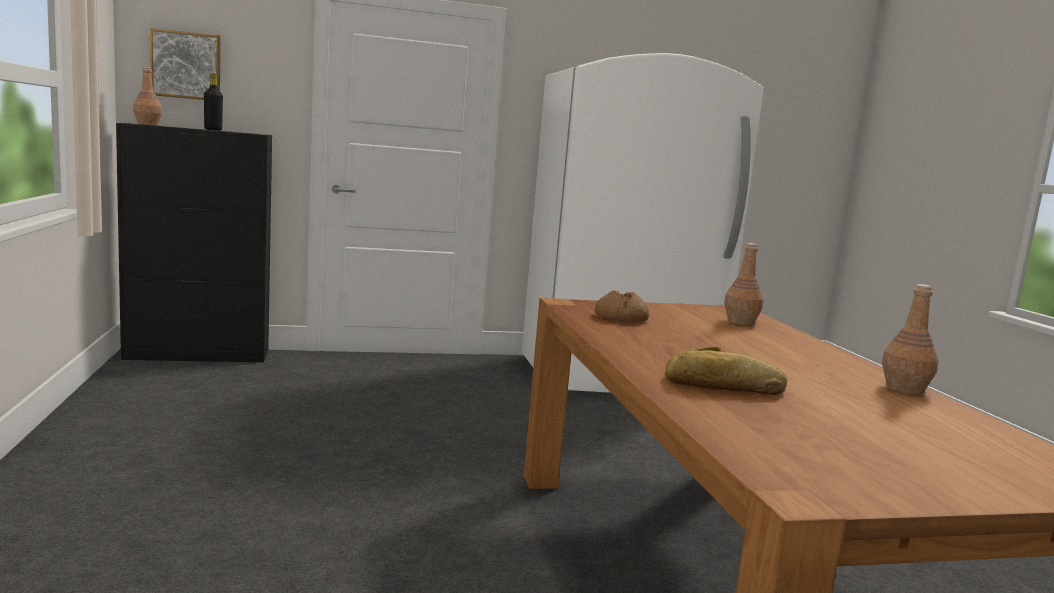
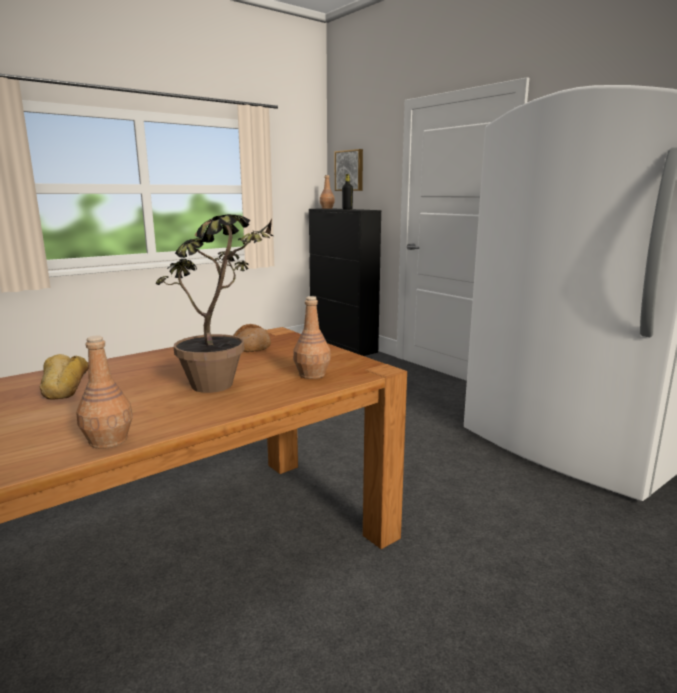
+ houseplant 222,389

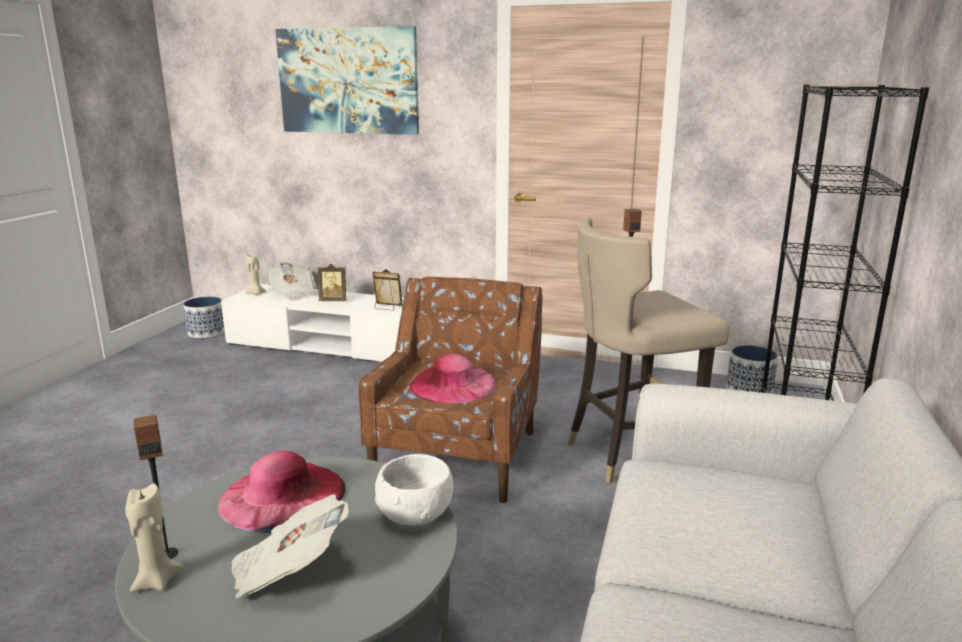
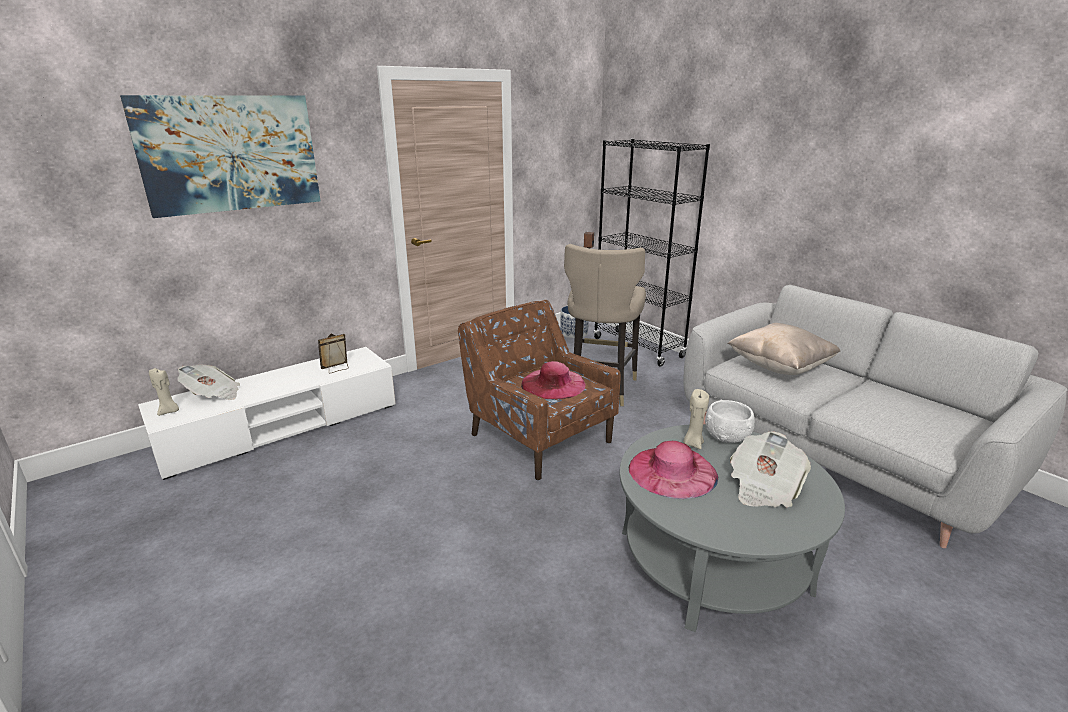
~ sand-coloured wax light 156,581 to 693,444
- speaker 168,554
- flower pot 207,332
- standing frame 334,301
+ sand-coloured throw pillow 779,367

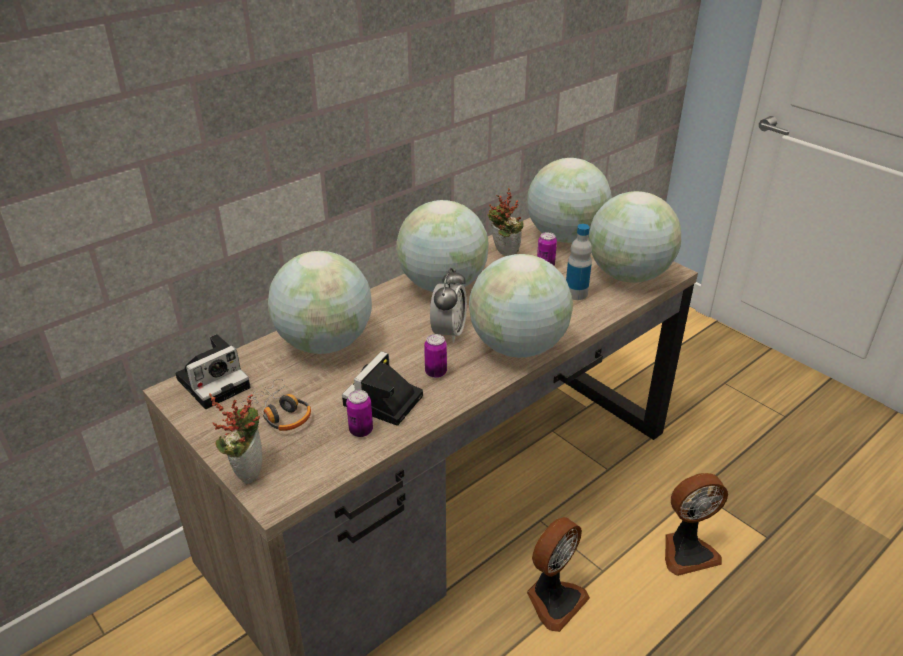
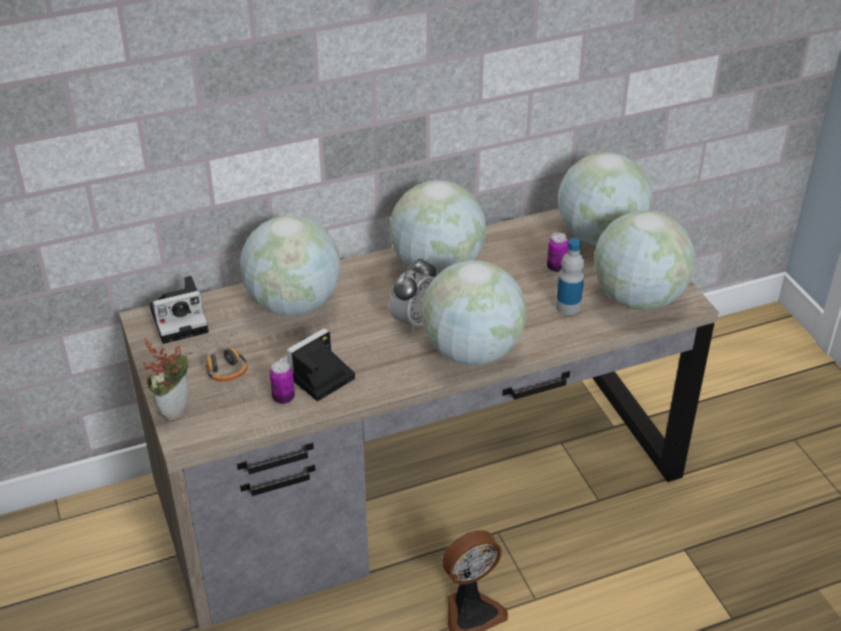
- sealed can 436,372
- houseplant 502,253
- fan 687,551

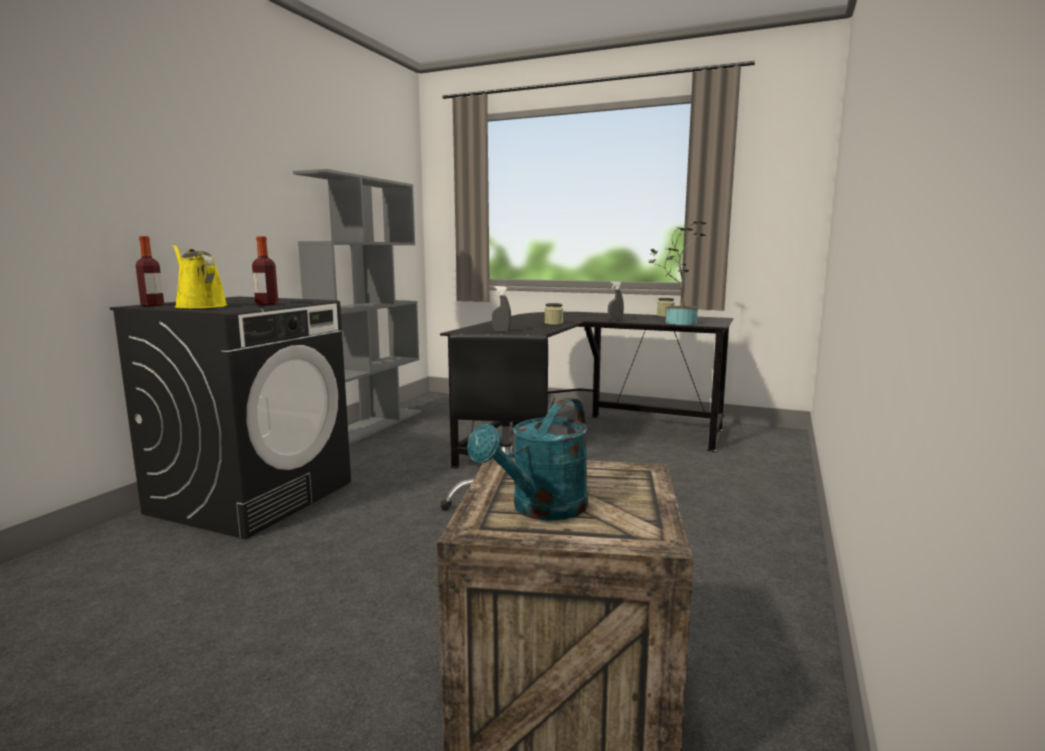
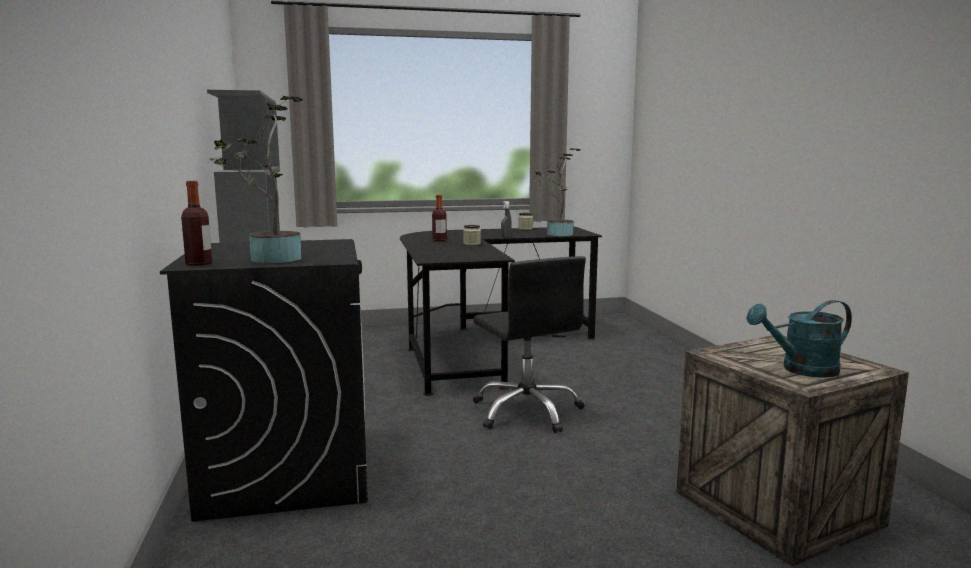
~ yellow watering pot 199,306 to houseplant 270,259
~ bottle 267,304 to 439,240
~ blue-green watering pot 541,510 = 801,370 75 degrees clockwise
- grey sprayer 501,331

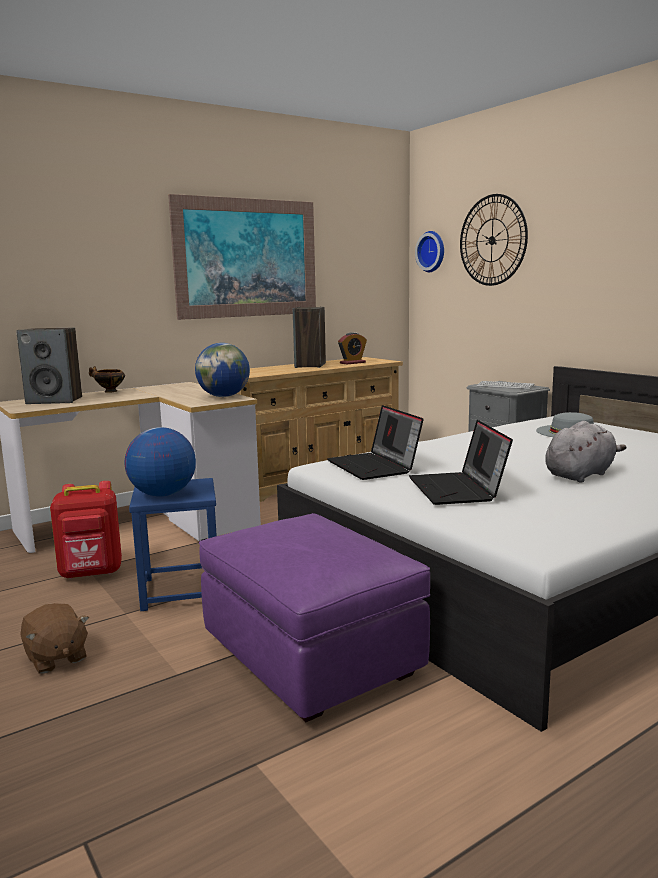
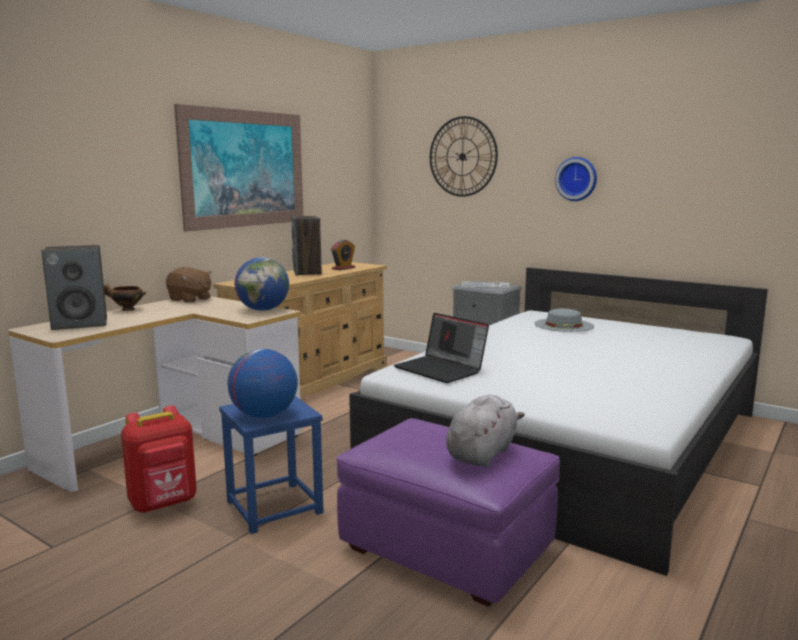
~ brownish soft toy 56,658 to 190,299
- laptop 458,490
~ hanging clock 432,251 to 577,179
~ grey soft toy 580,475 to 482,453

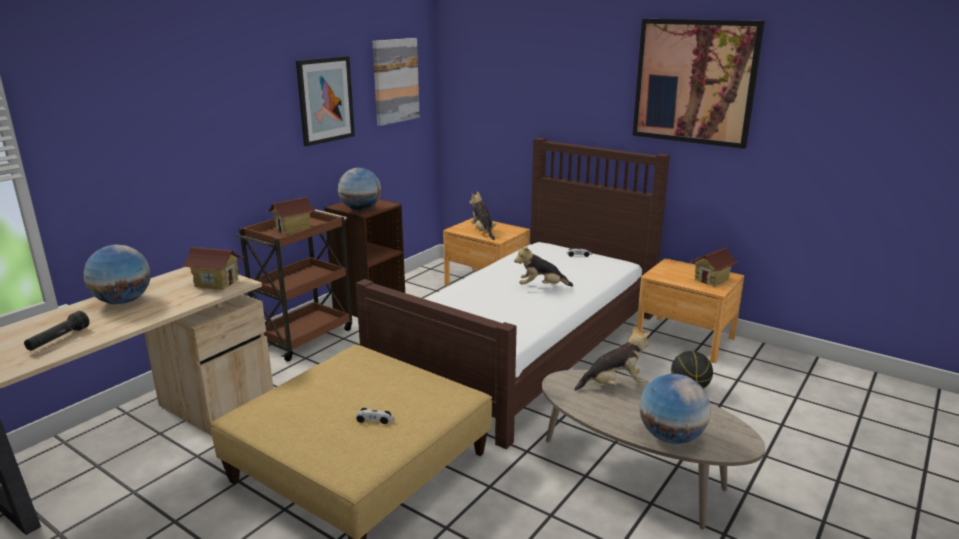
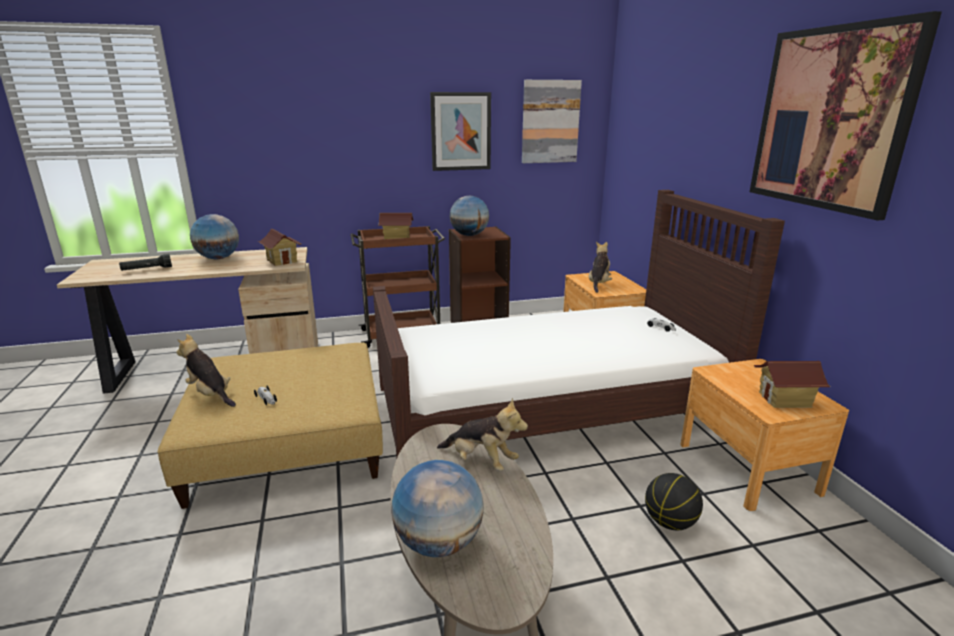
~ soft toy 541,287 to 210,394

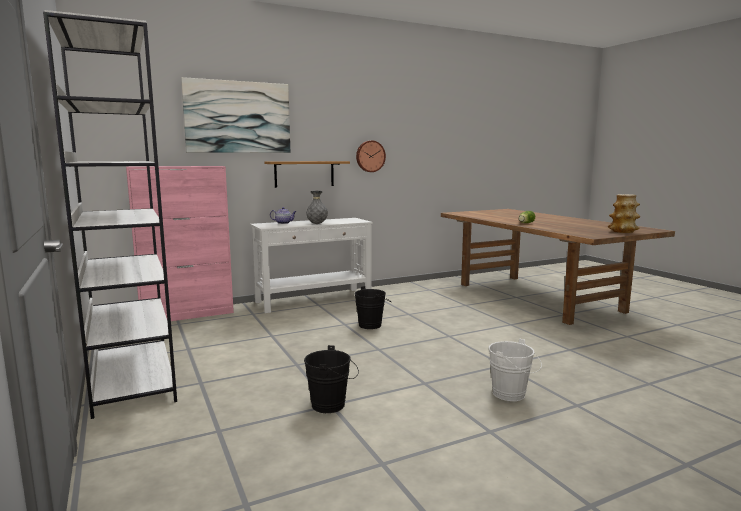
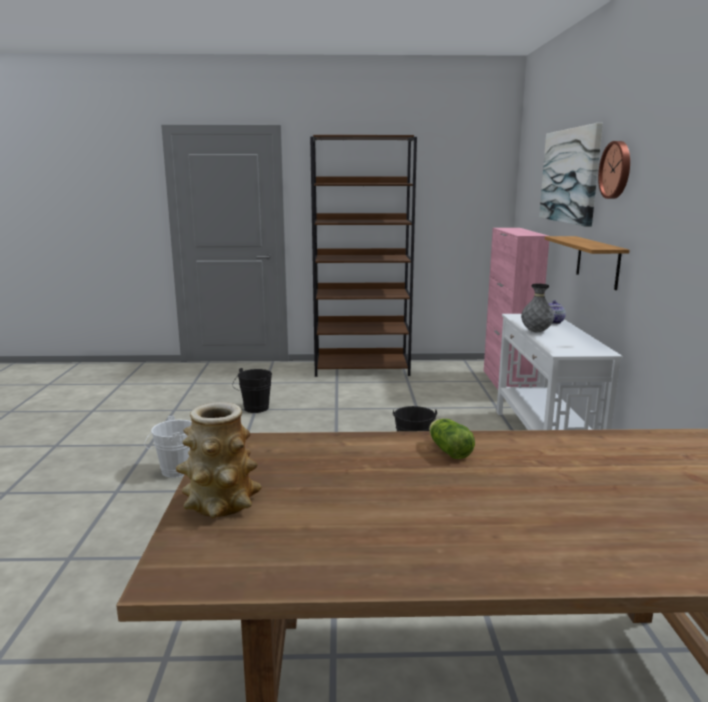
~ white shelving unit 132,379 to brownish shelving unit 362,368
~ hanging clock 370,156 to 617,170

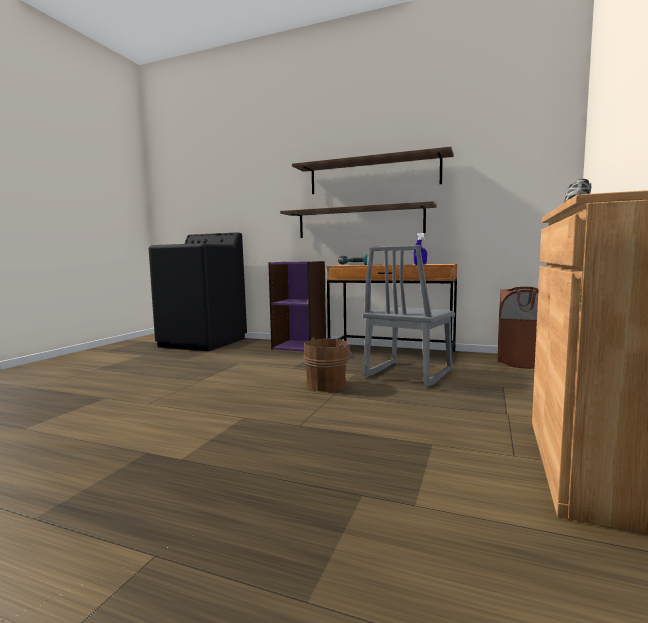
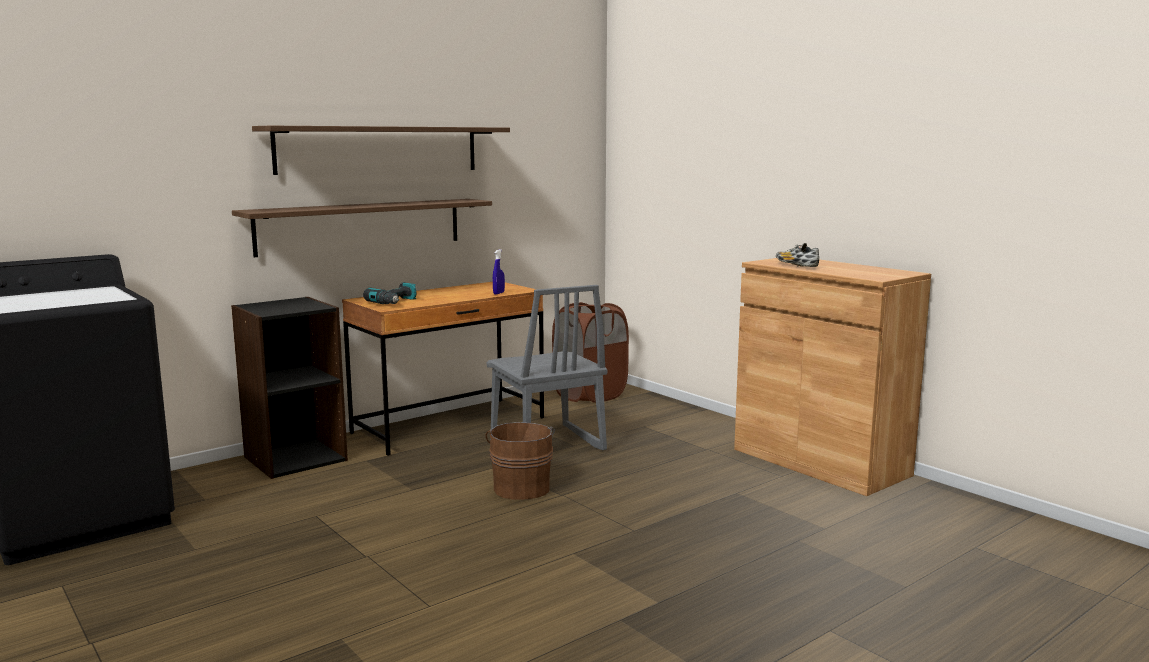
~ purple-coloured shelving unit 299,346 to black shelving unit 295,458

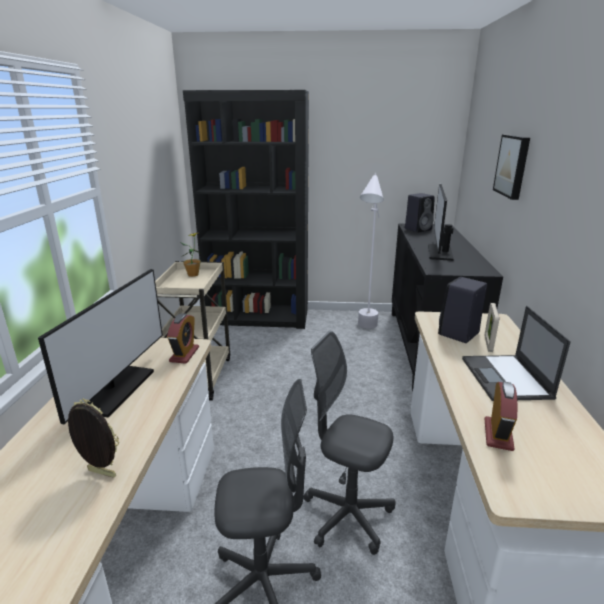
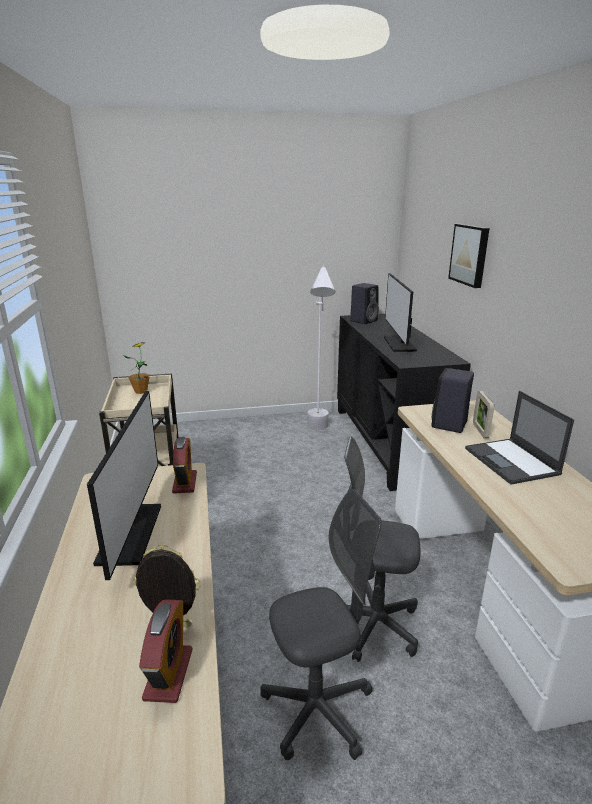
- black shelving unit 258,317
~ alarm clock 498,434 to 168,674

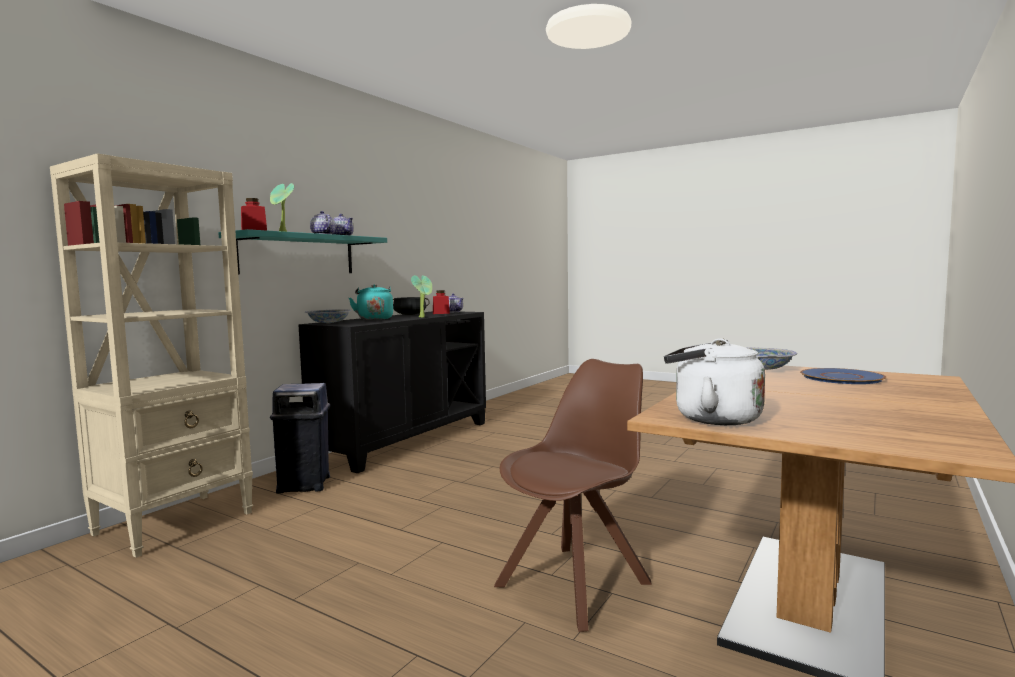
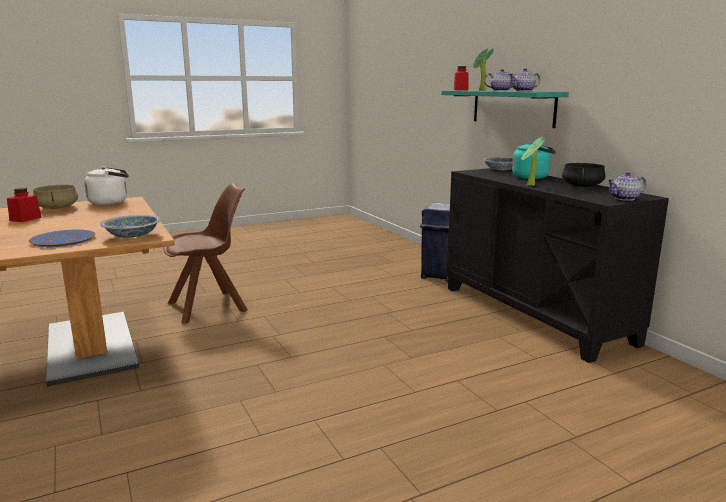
- sand-coloured shelving unit 176,523
~ red-coloured storage jar 441,313 to 25,219
~ brownish plain chair 576,583 = 210,307 105 degrees counterclockwise
+ sand-coloured cooking pot 56,208

